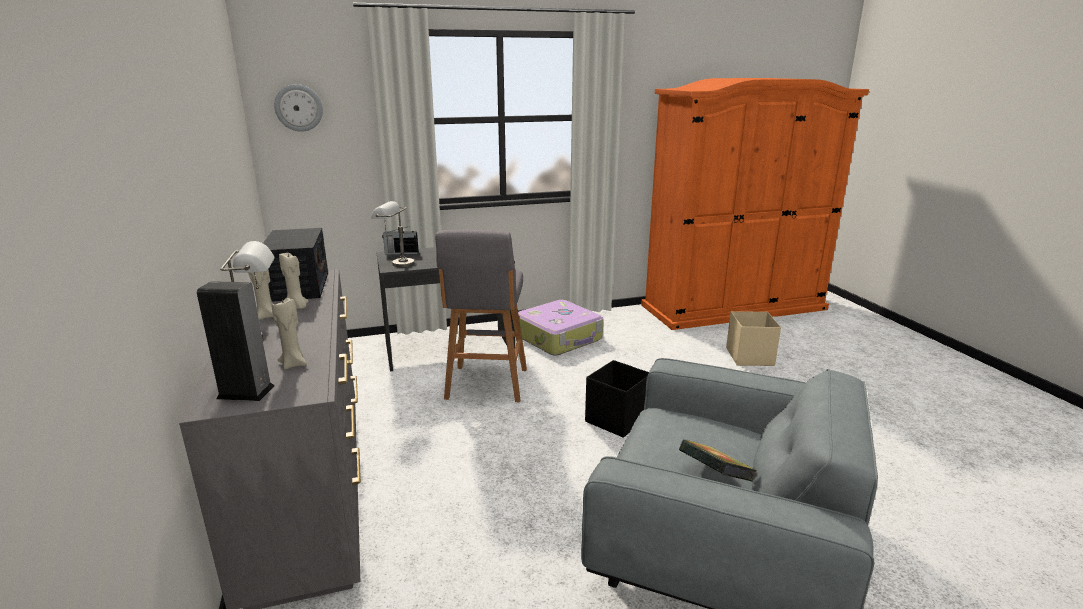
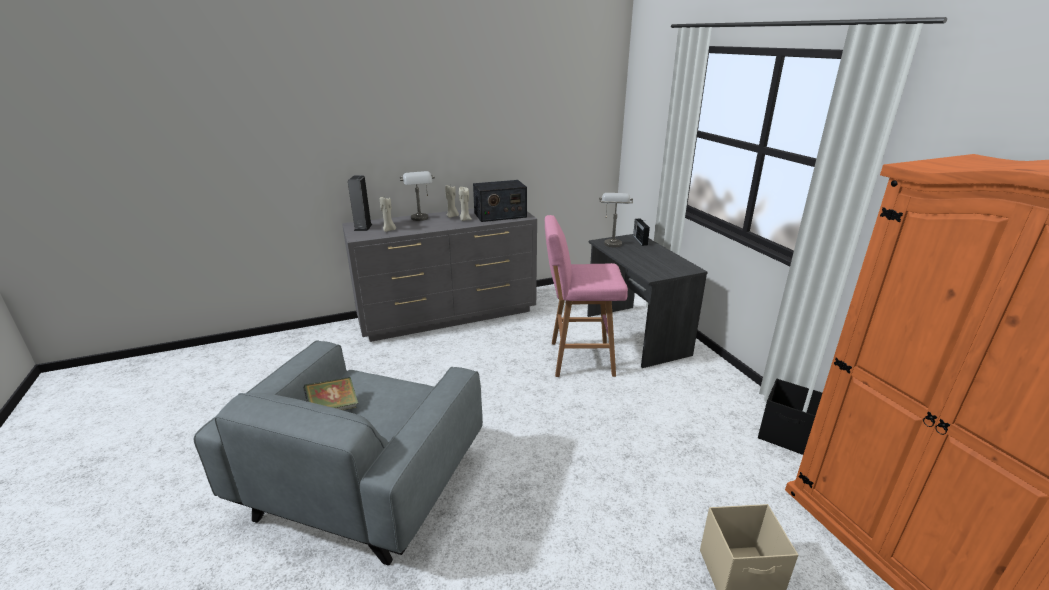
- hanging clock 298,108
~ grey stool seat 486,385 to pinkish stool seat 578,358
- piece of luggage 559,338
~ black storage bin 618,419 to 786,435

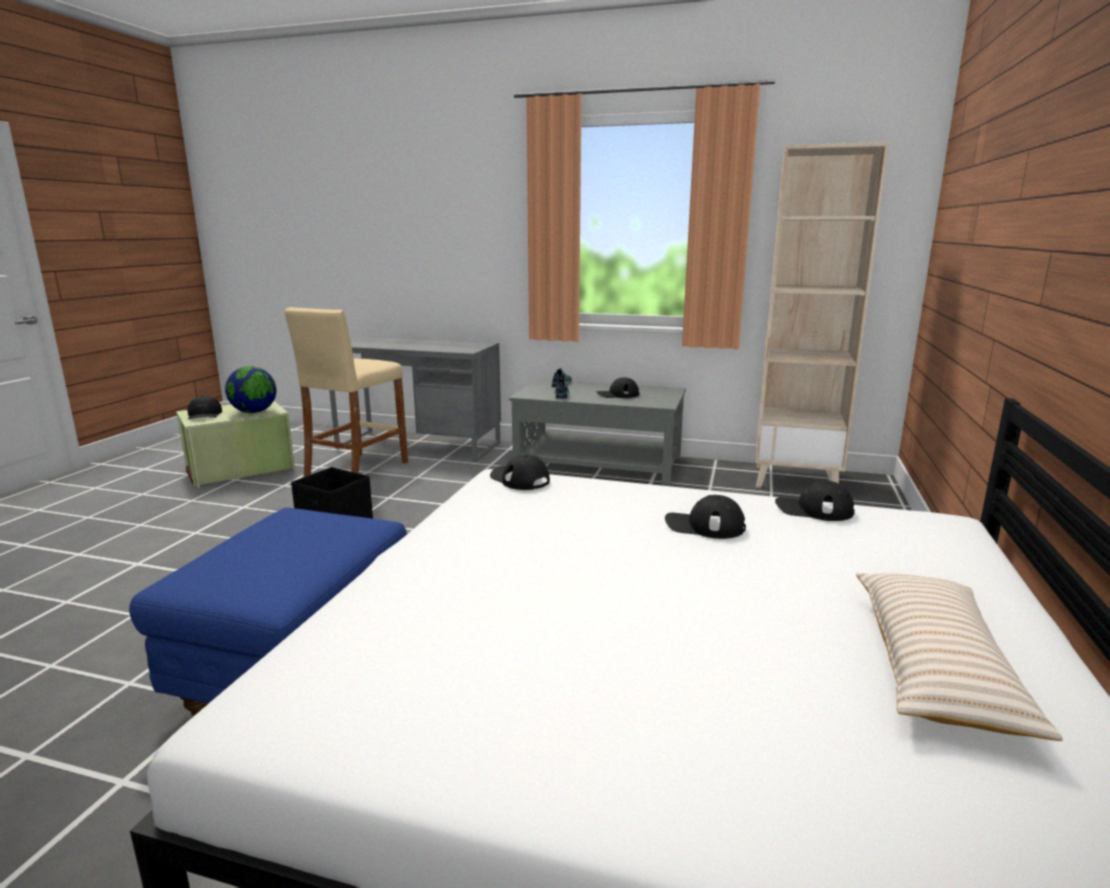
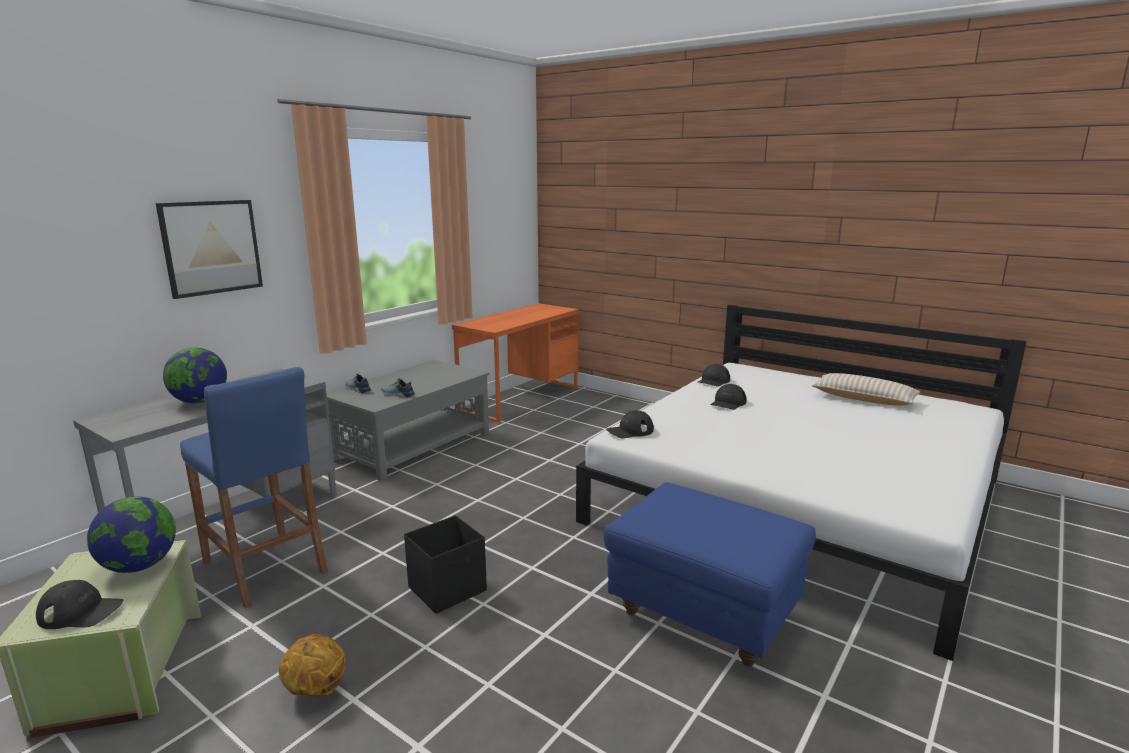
~ sand-coloured stool seat 356,470 to bluish stool seat 265,567
- black baseball cap 617,394
~ sand-coloured shelving unit 796,479 to orange desk table 521,398
+ wall picture 211,247
+ world globe 200,401
+ ball for basketball 315,690

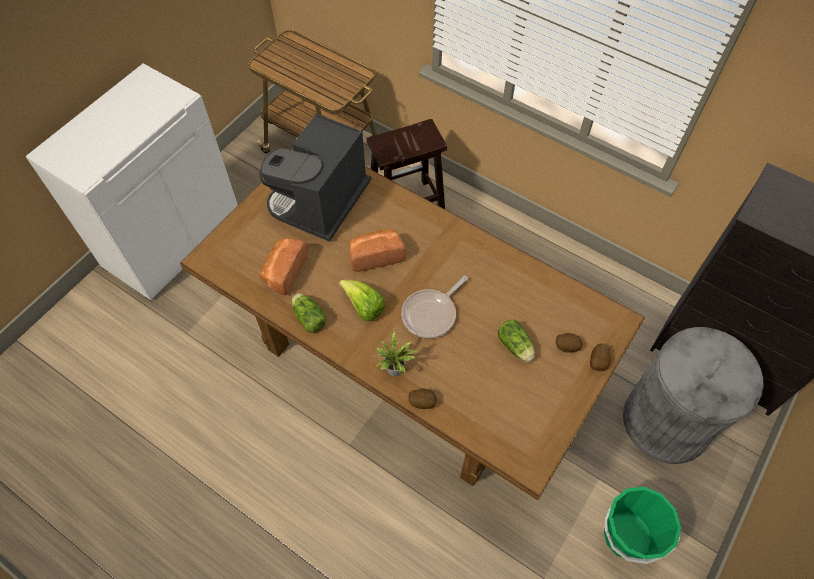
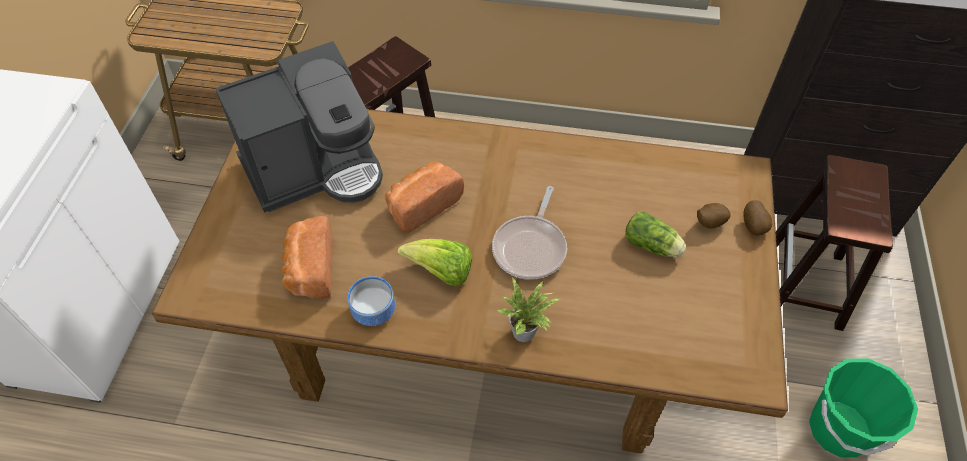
~ coffee machine 321,203 = 316,169 120 degrees counterclockwise
~ head of lettuce 308,316 to bowl 374,313
- potato 422,402
~ grey waste bin 666,422 to brownish stool seat 804,285

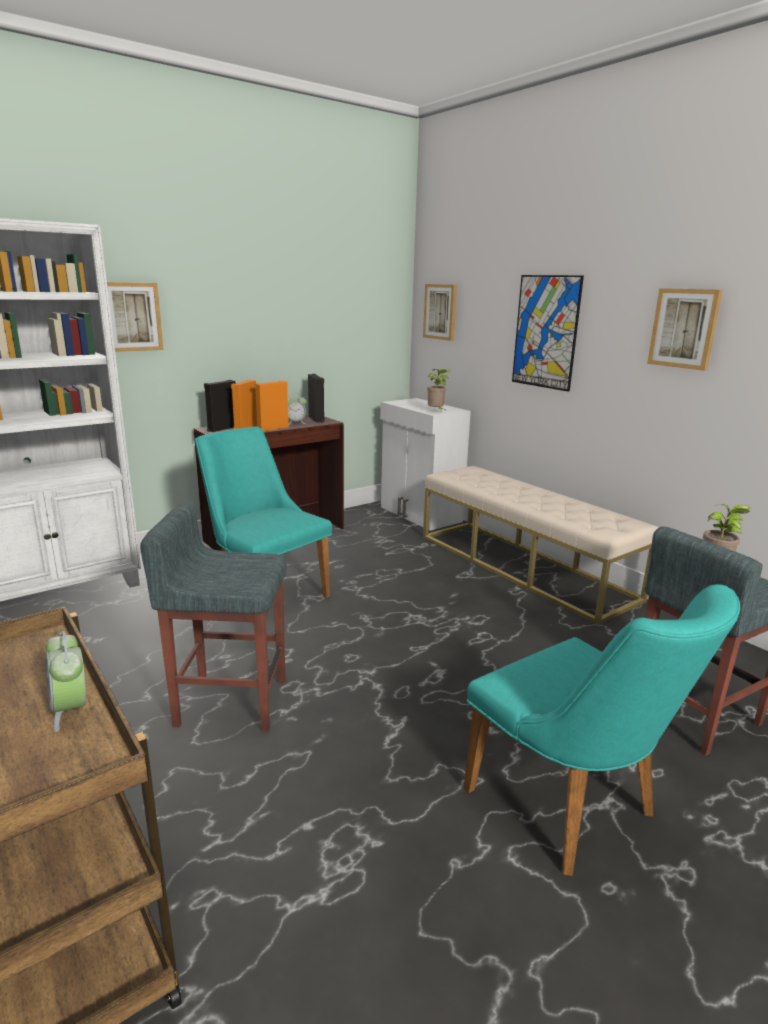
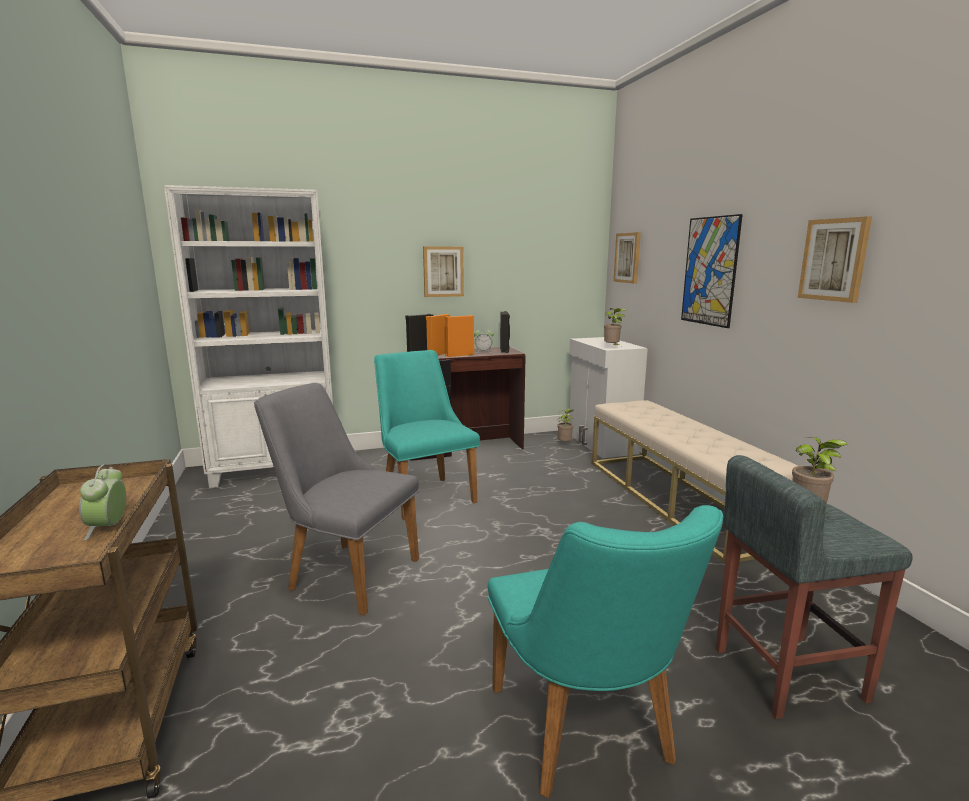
~ wall picture 132,317 to 443,271
~ grey stool seat 230,701 to grey plain chair 344,572
+ houseplant 565,444

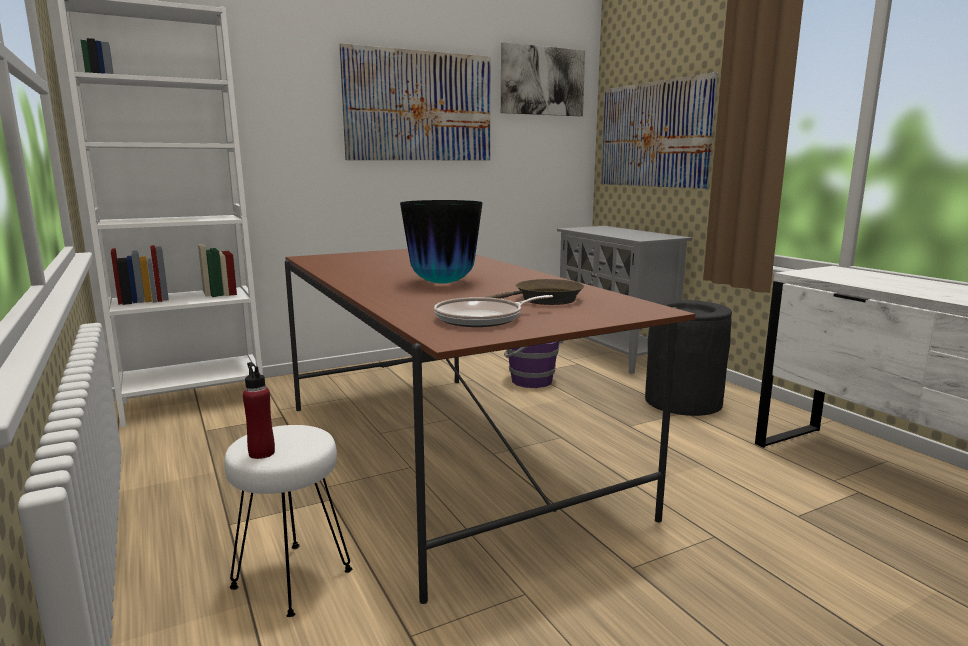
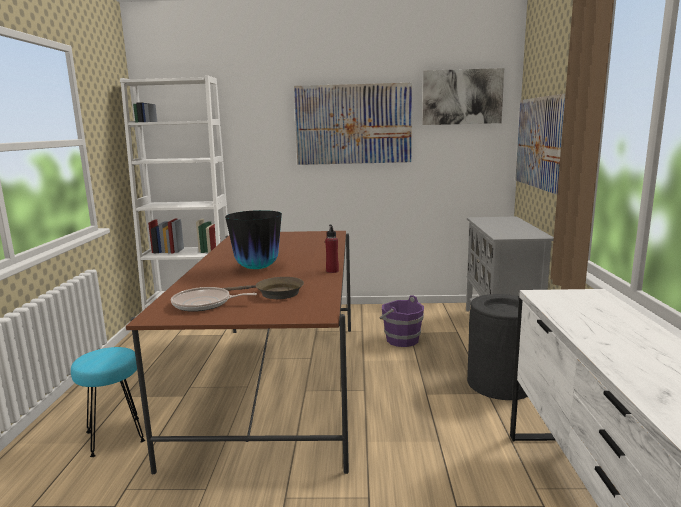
~ white stool seat 291,578 to blue-green stool seat 116,436
~ red-coloured bottle 261,453 to 332,271

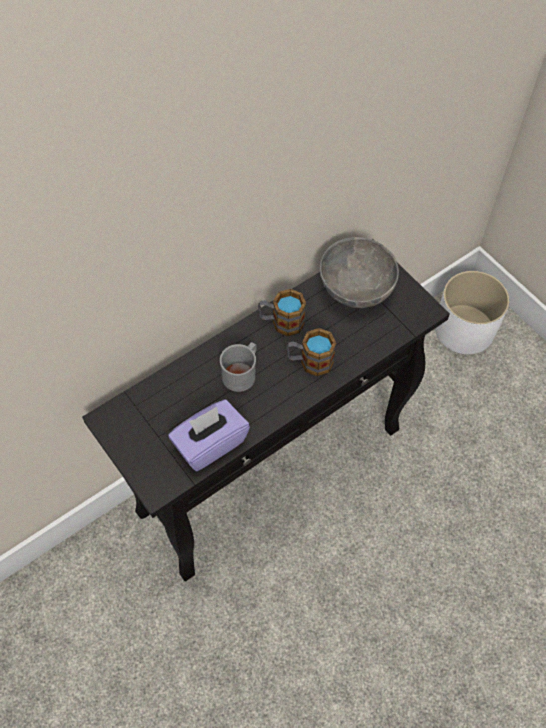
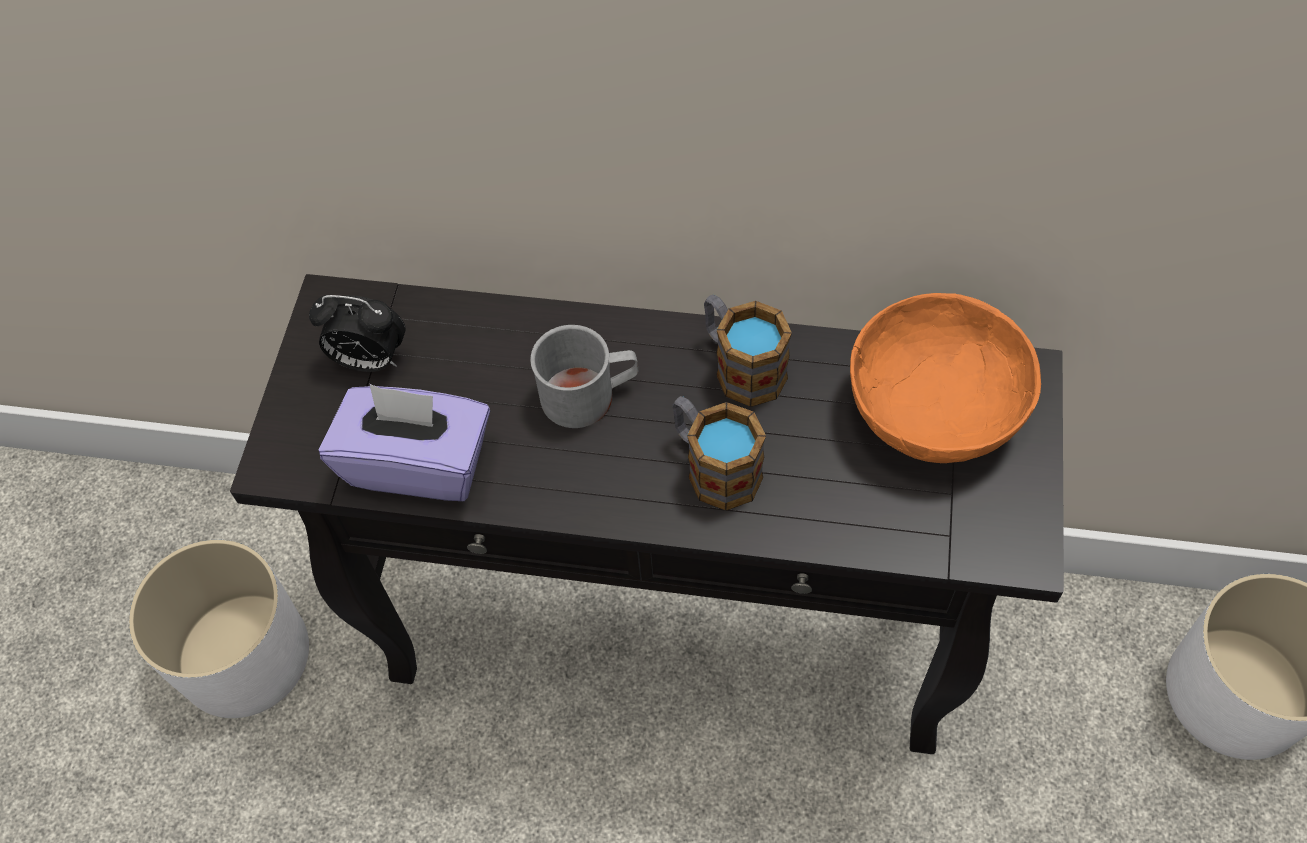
~ grey bowl 356,288 to orange bowl 933,409
+ white flower pot 244,654
+ alarm clock 369,360

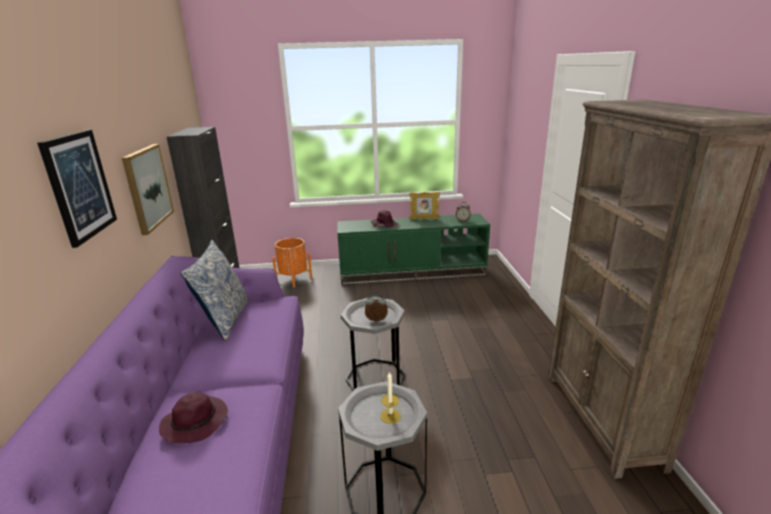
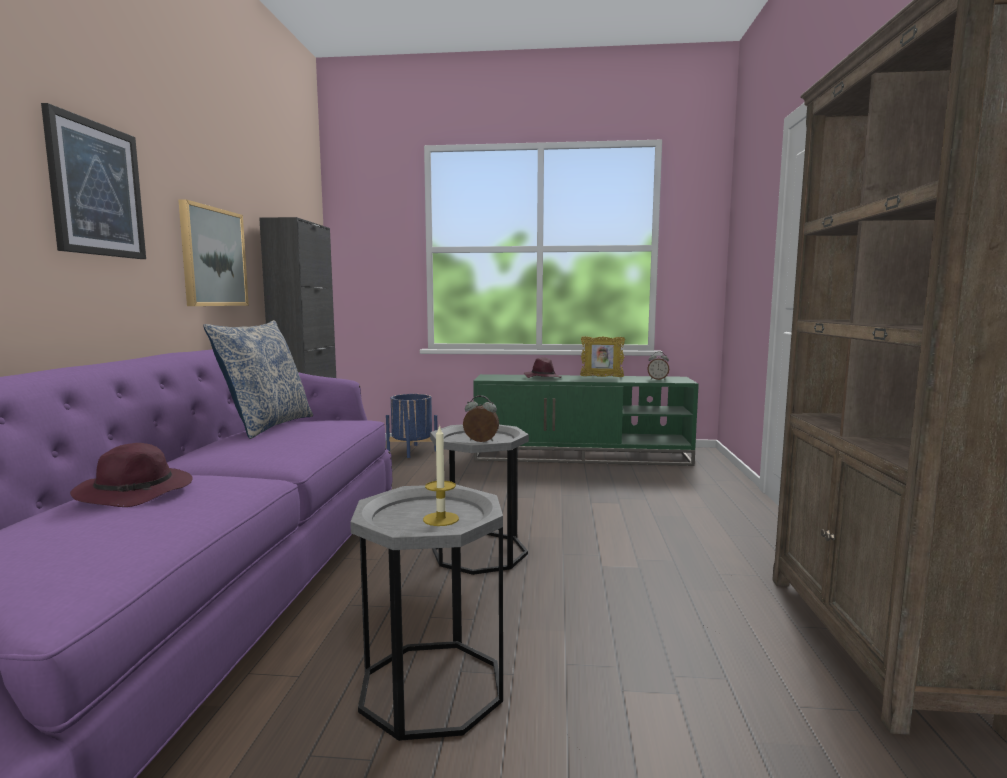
~ orange flower pot 294,279 to bluish flower pot 412,451

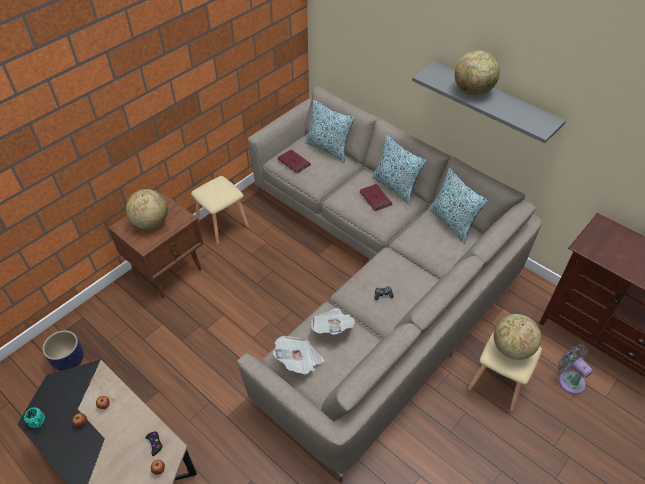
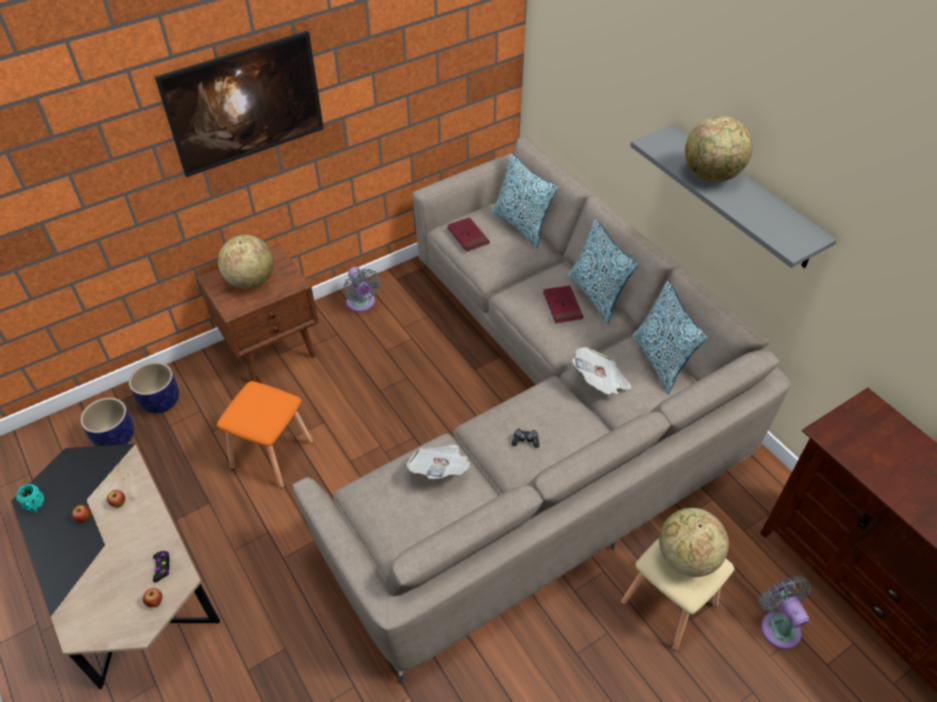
~ sand-coloured stool seat 223,225 to grey fan 362,304
~ daily paper 299,361 to 600,382
+ flower pot 161,401
+ wall picture 250,127
+ orange stool seat 272,453

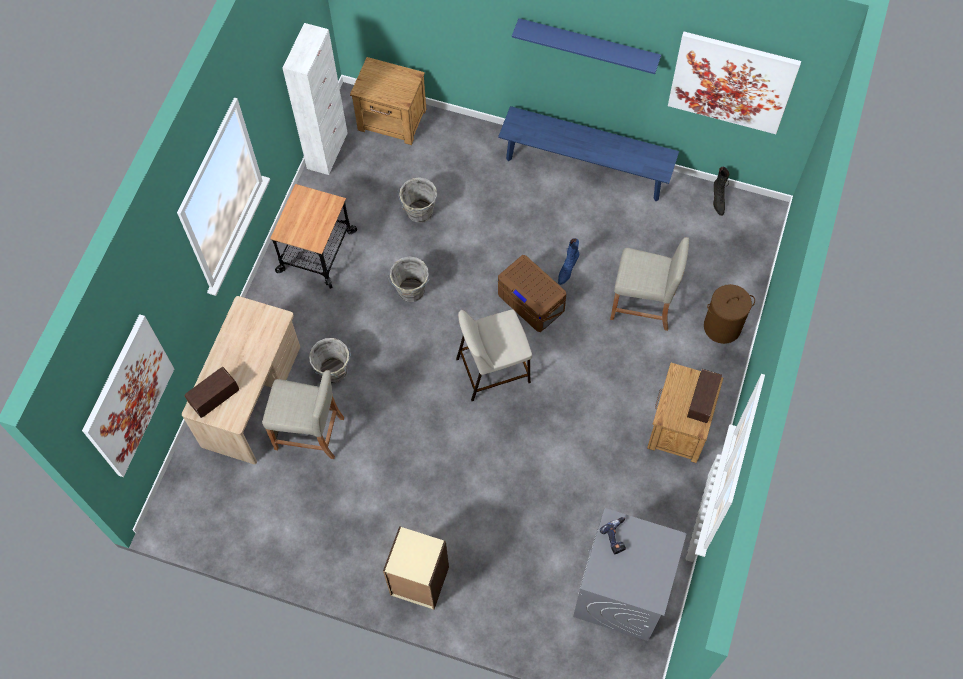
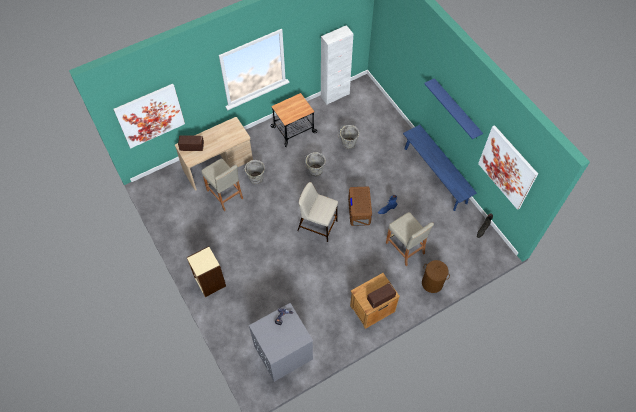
- brownish night table 392,120

